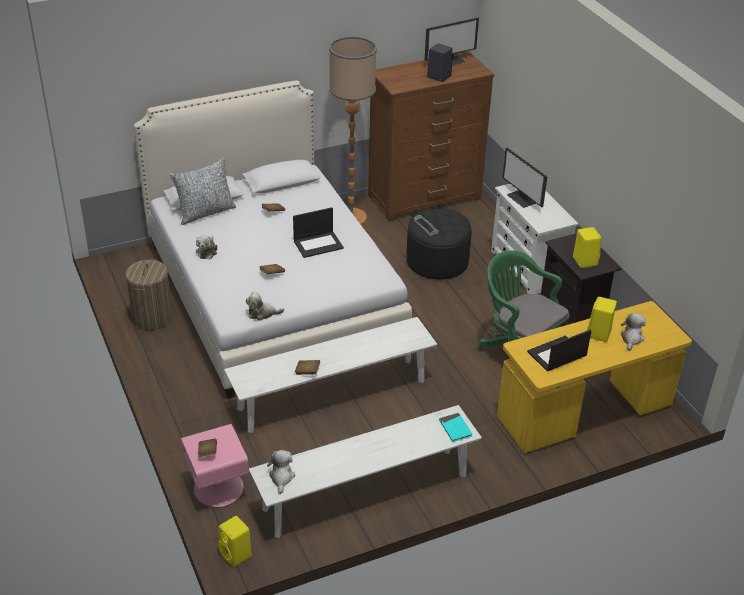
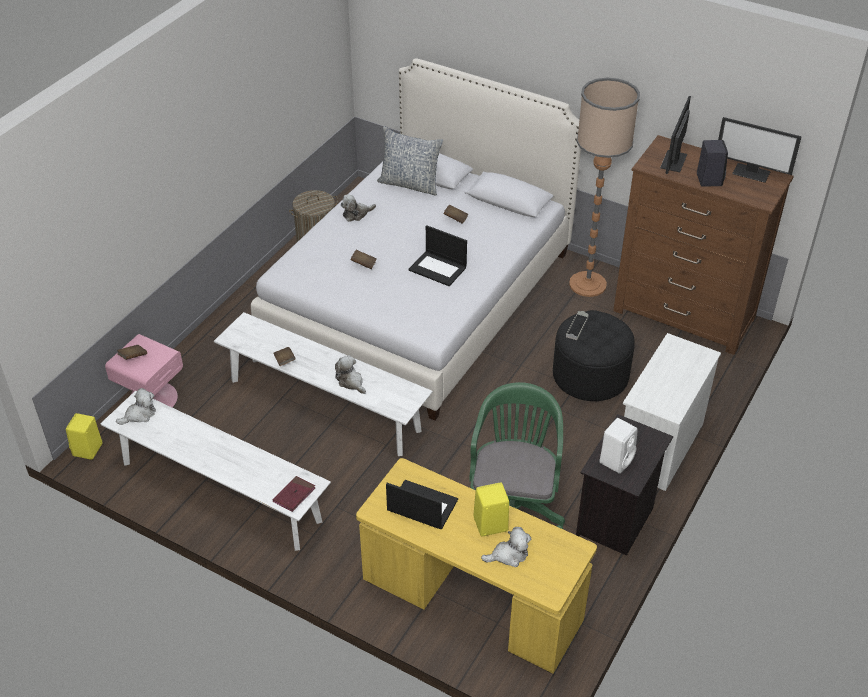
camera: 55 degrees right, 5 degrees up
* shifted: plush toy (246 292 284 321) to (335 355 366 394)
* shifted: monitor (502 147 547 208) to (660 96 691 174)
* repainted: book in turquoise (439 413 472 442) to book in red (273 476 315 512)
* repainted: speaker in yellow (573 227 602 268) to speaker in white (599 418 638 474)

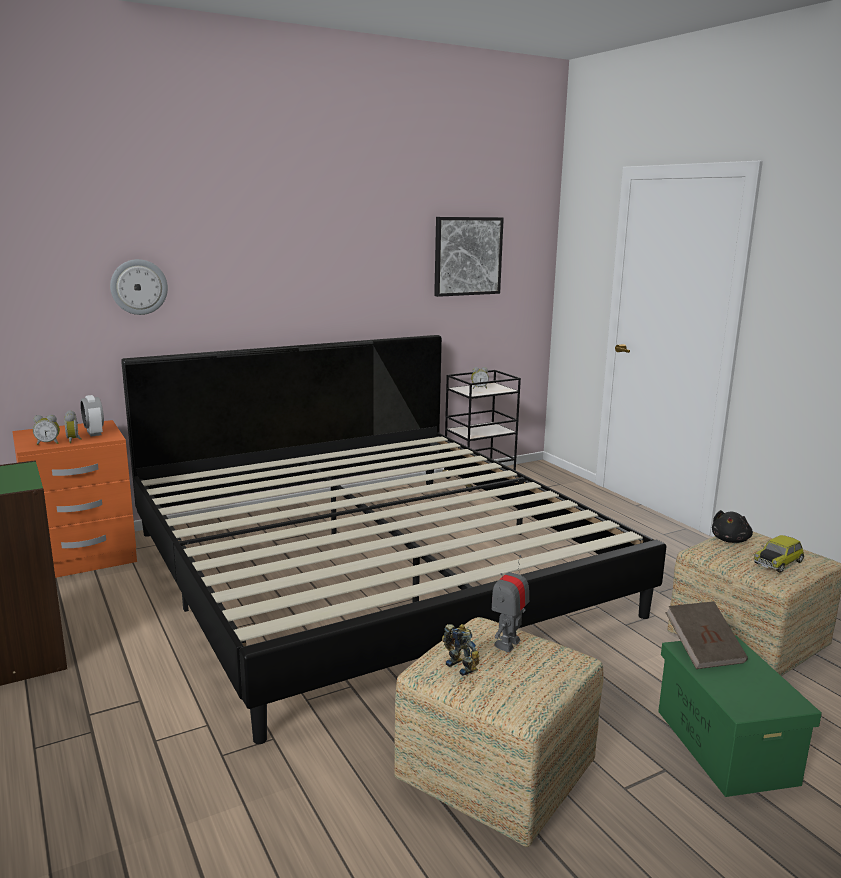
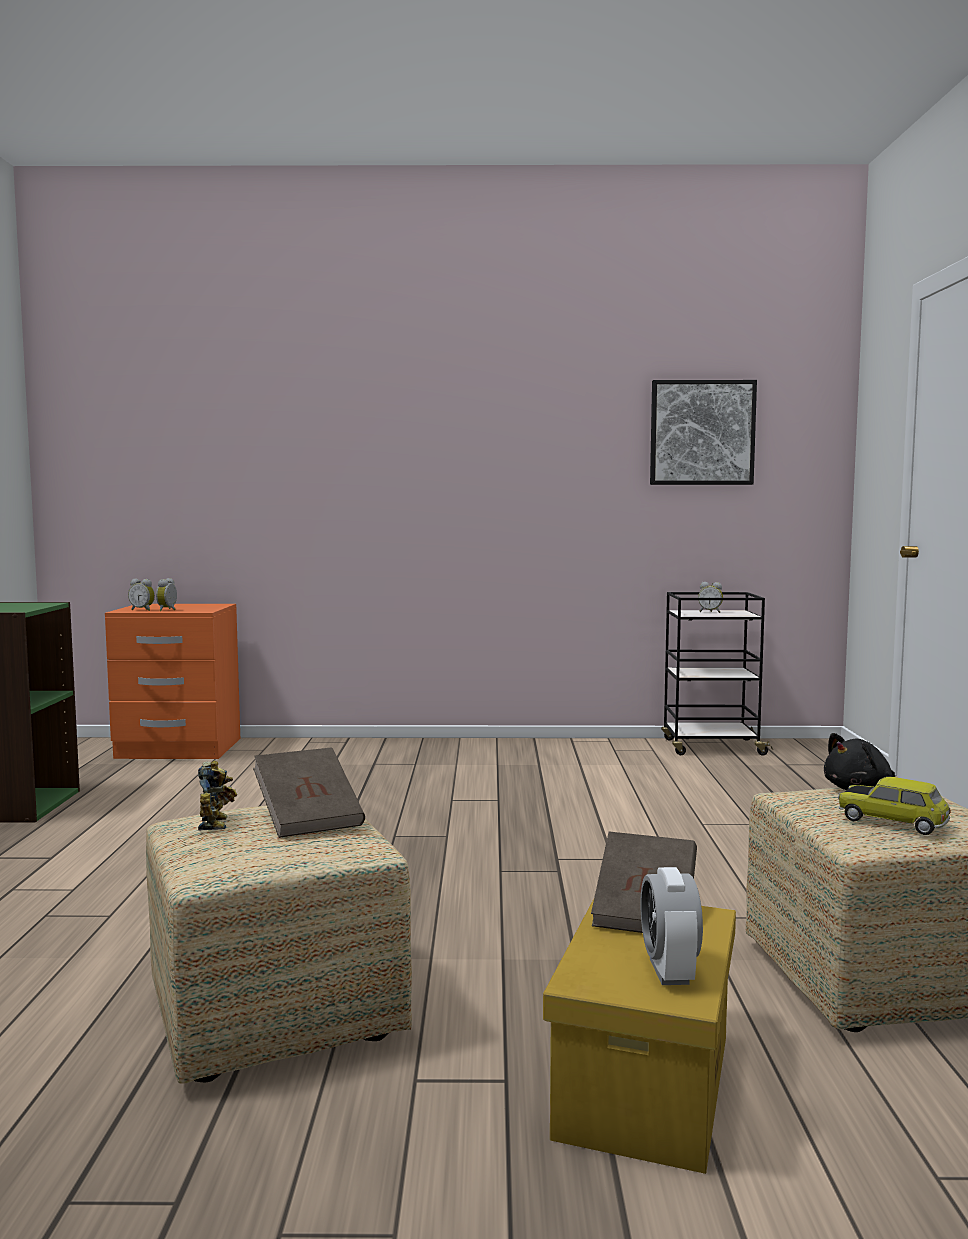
camera: 30 degrees right, 10 degrees down
* gone: wall clock (110 259 168 315)
* gone: bed (121 335 666 744)
* shifted: alarm clock (80 395 104 437) to (641 867 703 985)
* swapped: toy robot (492 555 529 652) to book in brown (253 747 365 838)
* repainted: storage box in green (658 635 822 797) to storage box in yellow (543 899 736 1174)
* rotated: toy car (754 535 804 573) = (838 777 951 835) 45 degrees clockwise

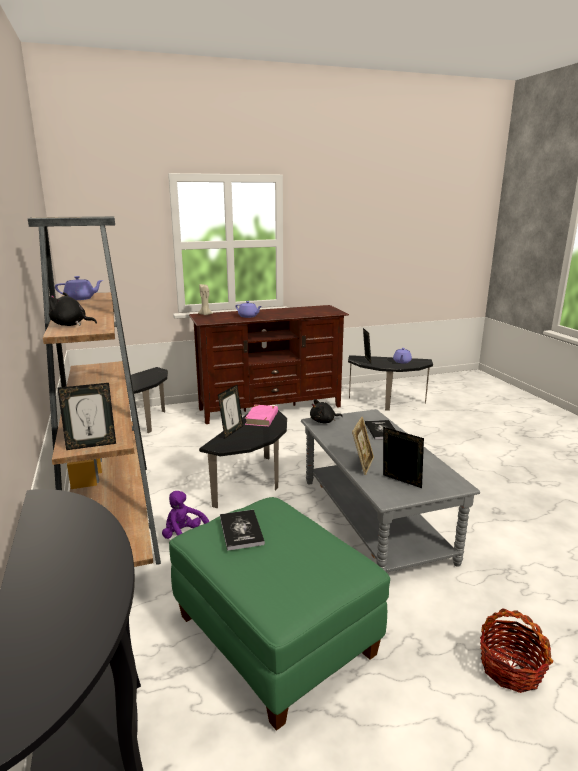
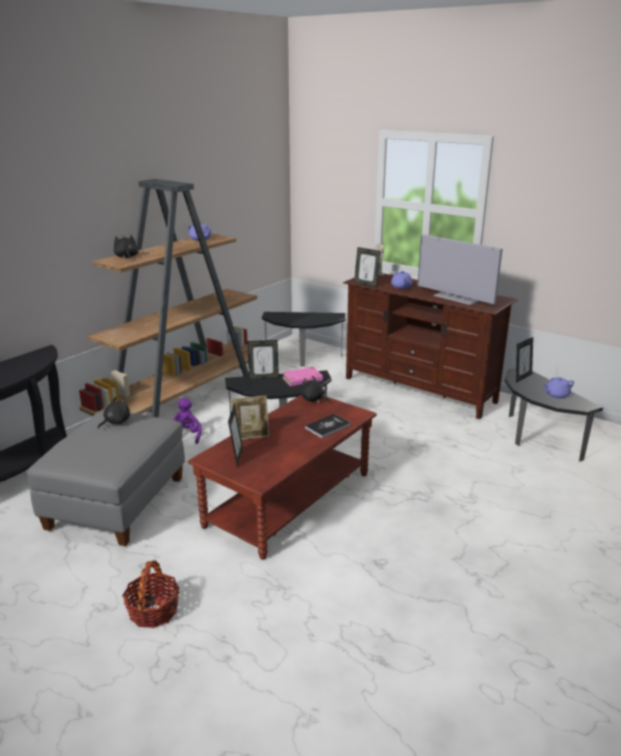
camera: 55 degrees right, 5 degrees up
* new: television (417 234 502 305)
* shifted: picture frame (57 383 116 450) to (354 247 381 288)
* swapped: book (220 510 265 551) to plush toy in black (97 397 130 429)
* repainted: ottoman in green (169 497 390 731) to ottoman in grey (27 410 185 546)
* repainted: coffee table in grey (301 409 480 572) to coffee table in brown (188 395 377 560)

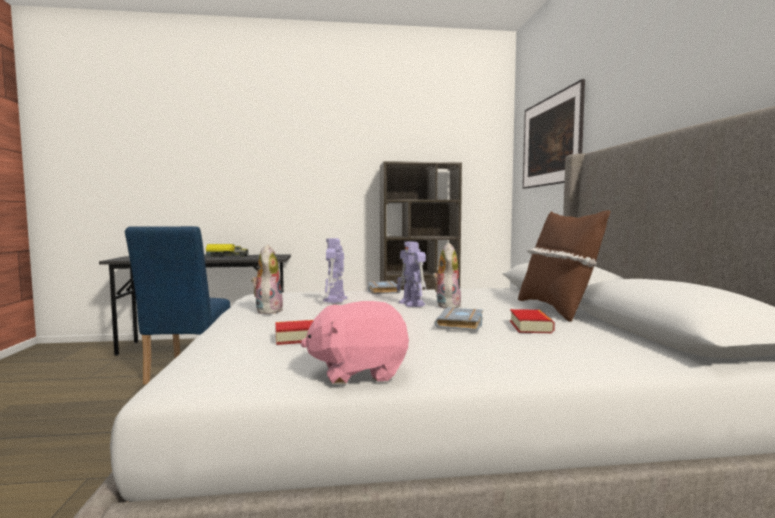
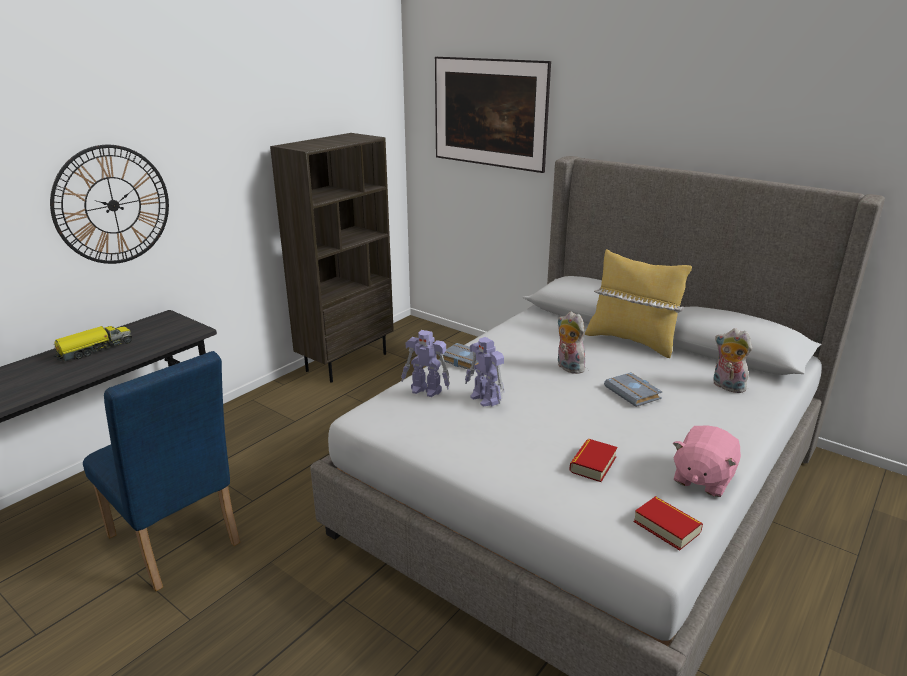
camera: 45 degrees left, 20 degrees up
* new: wall clock (50 145 169 264)
* shifted: plush toy (251 245 283 314) to (713 328 752 393)
* shifted: toy robot (397 241 427 307) to (401 330 450 397)
* shifted: book (510 309 555 333) to (634 496 703 551)
* repainted: pillow in brown (518 210 611 322) to pillow in yellow (585 249 692 358)

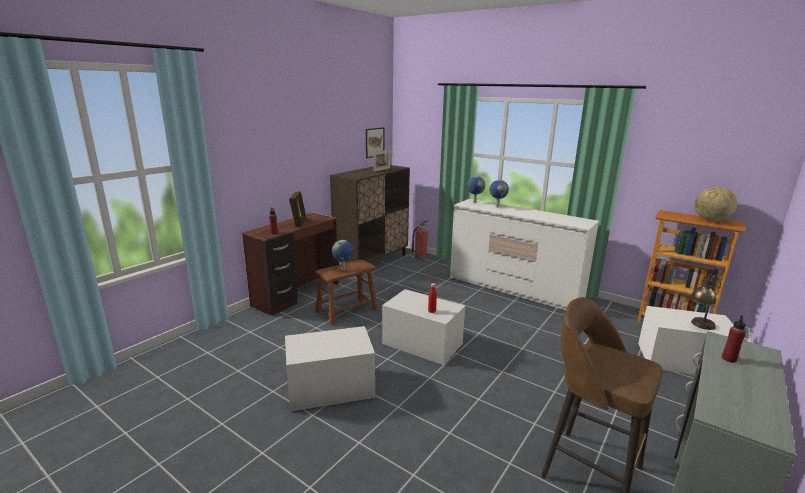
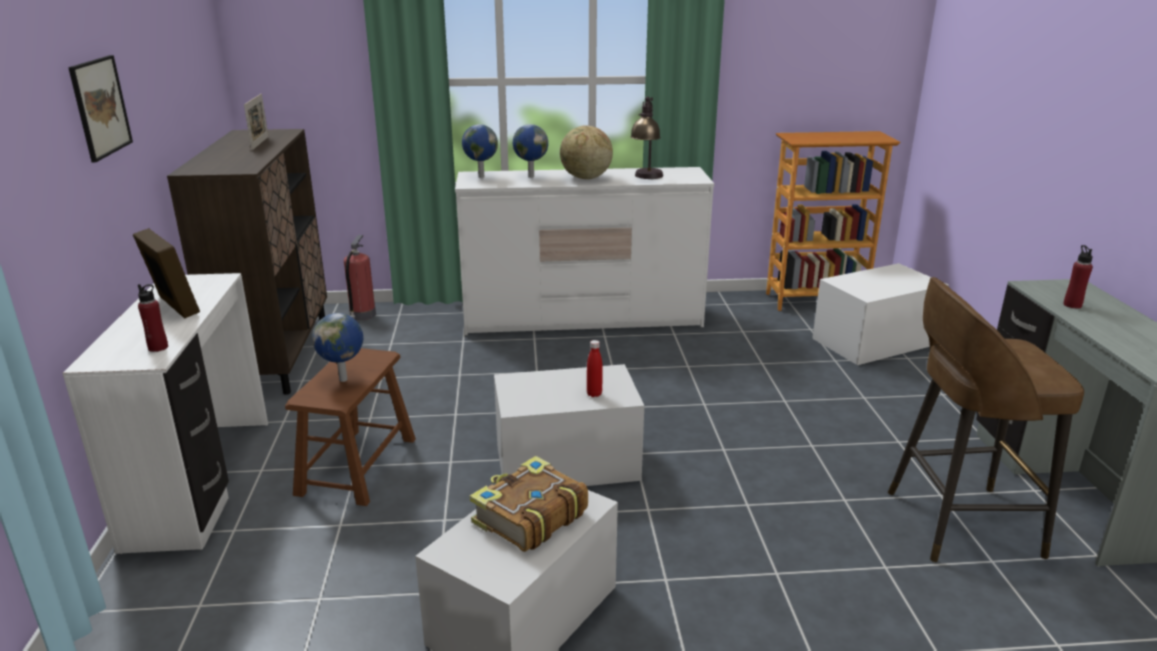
camera: 40 degrees left, 5 degrees up
* new: book (470 456 588 552)
* shifted: picture (366 127 384 158) to (68 55 133 162)
* shifted: table lamp (690 274 717 330) to (630 96 663 179)
* shifted: globe (695 187 737 222) to (560 125 613 179)
* repainted: desk in brown (242 213 339 316) to desk in white (62 273 268 554)

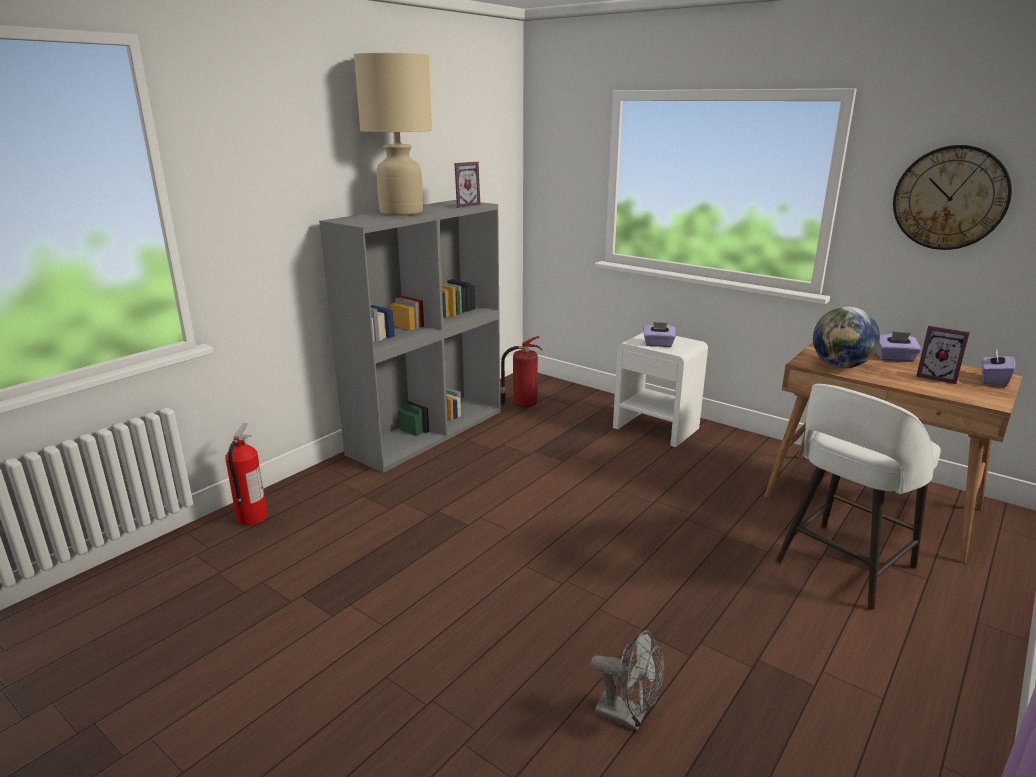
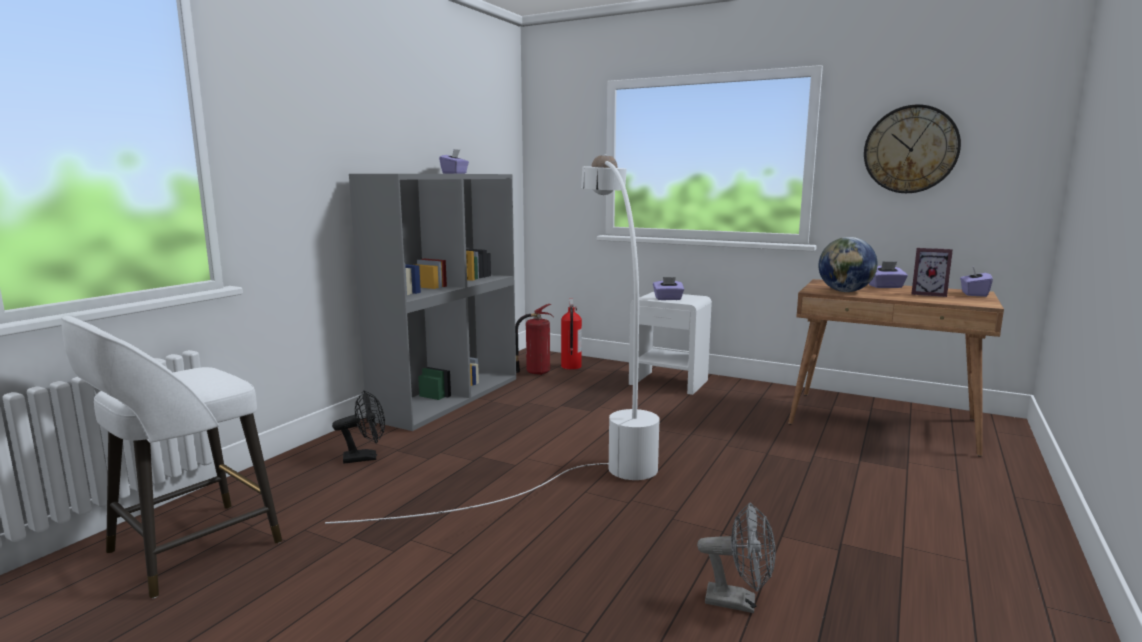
camera: 10 degrees left, 10 degrees down
* gone: table lamp in beige (354 53 432 216)
* gone: picture frame (454 162 480 208)
* new: floor lamp in white (325 154 660 524)
* new: fan in black (332 390 385 464)
* new: tissue box in purple (439 149 469 174)
* shifted: fire extinguisher (225 423 267 525) to (561 299 582 370)
* shifted: stool in white (775 384 941 610) to (61 316 282 598)

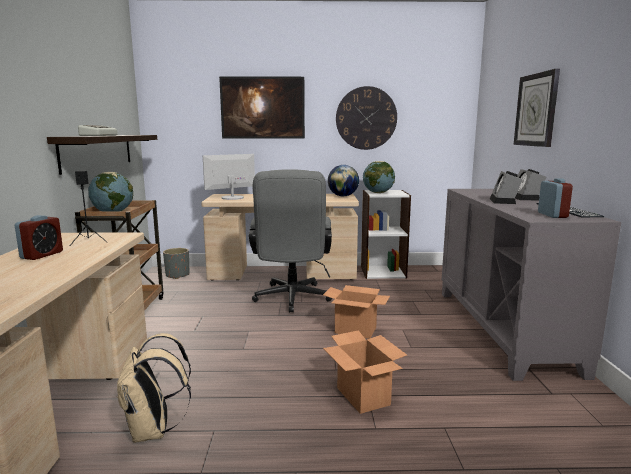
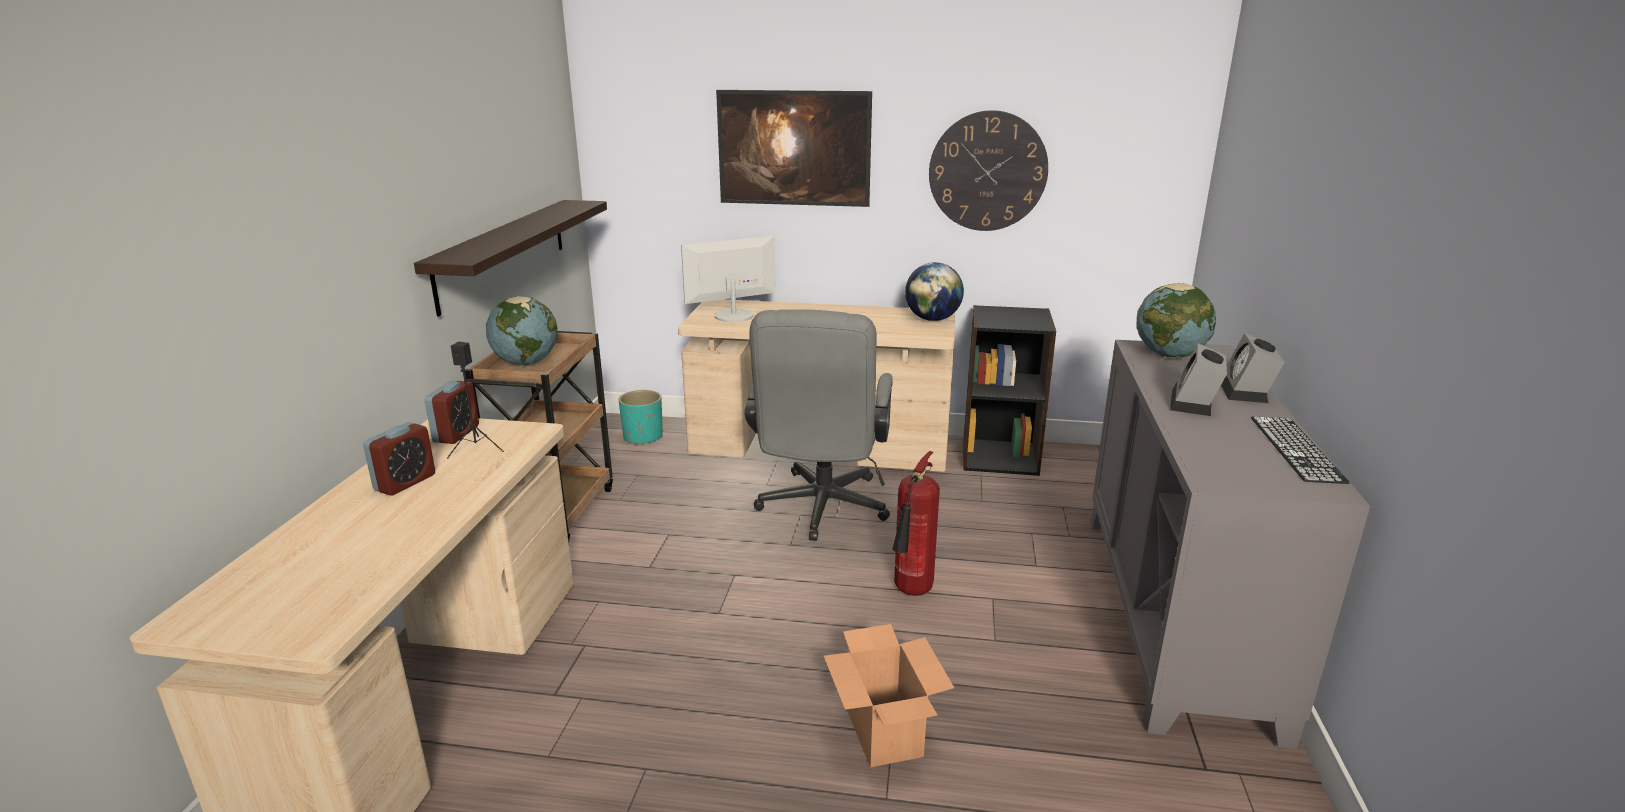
camera: 10 degrees right, 10 degrees up
* gone: keyboard (78 125 118 136)
* gone: backpack in beige (117 333 191 443)
* gone: wall clock (514 69 560 147)
* shifted: globe (363 161 395 193) to (1136 283 1216 358)
* shifted: alarm clock (538 178 573 218) to (425 380 479 444)
* swapped: cardboard box (323 285 390 339) to fire extinguisher (892 451 940 596)
* repainted: planter in grey (163 248 189 279) to planter in turquoise (619 390 663 446)
* repainted: bookcase in white (361 190 411 279) to bookcase in black (963 305 1056 476)

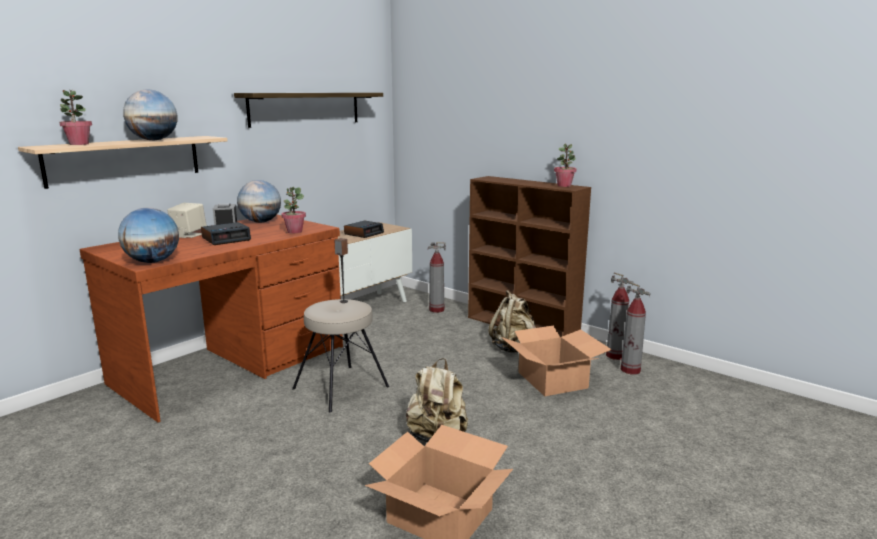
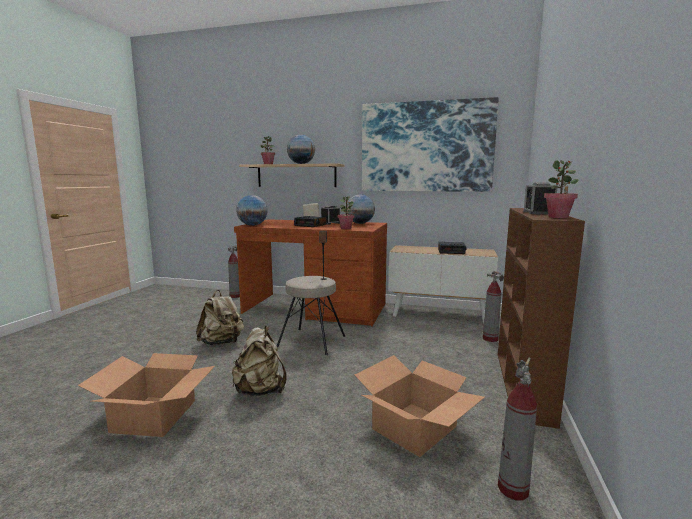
camera: 65 degrees right, 5 degrees down
* new: alarm clock (523 182 557 215)
* shifted: backpack in beige (489 290 536 352) to (196 290 244 345)
* shifted: fire extinguisher (606 272 634 360) to (228 246 240 298)
* swapped: shelf (234 93 383 128) to picture (362 97 499 192)

